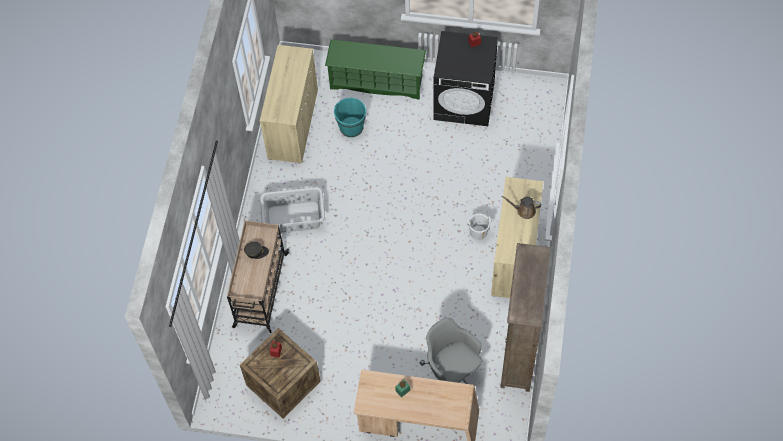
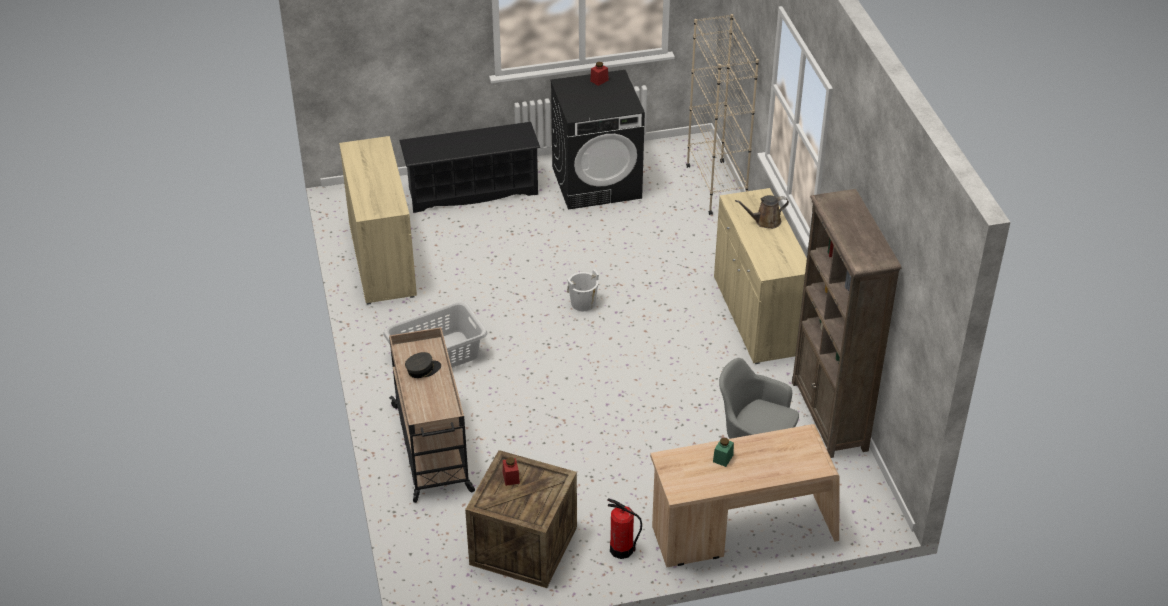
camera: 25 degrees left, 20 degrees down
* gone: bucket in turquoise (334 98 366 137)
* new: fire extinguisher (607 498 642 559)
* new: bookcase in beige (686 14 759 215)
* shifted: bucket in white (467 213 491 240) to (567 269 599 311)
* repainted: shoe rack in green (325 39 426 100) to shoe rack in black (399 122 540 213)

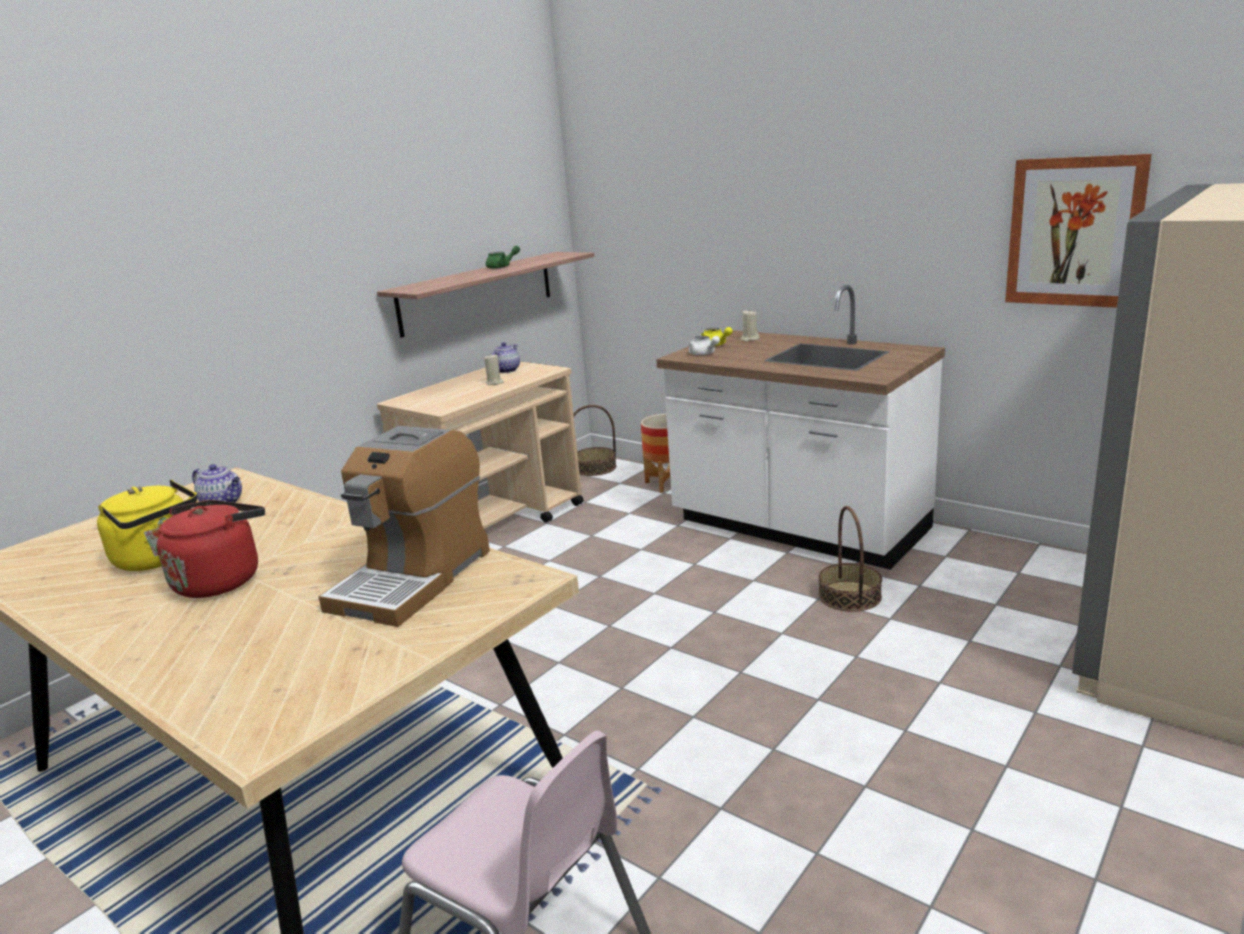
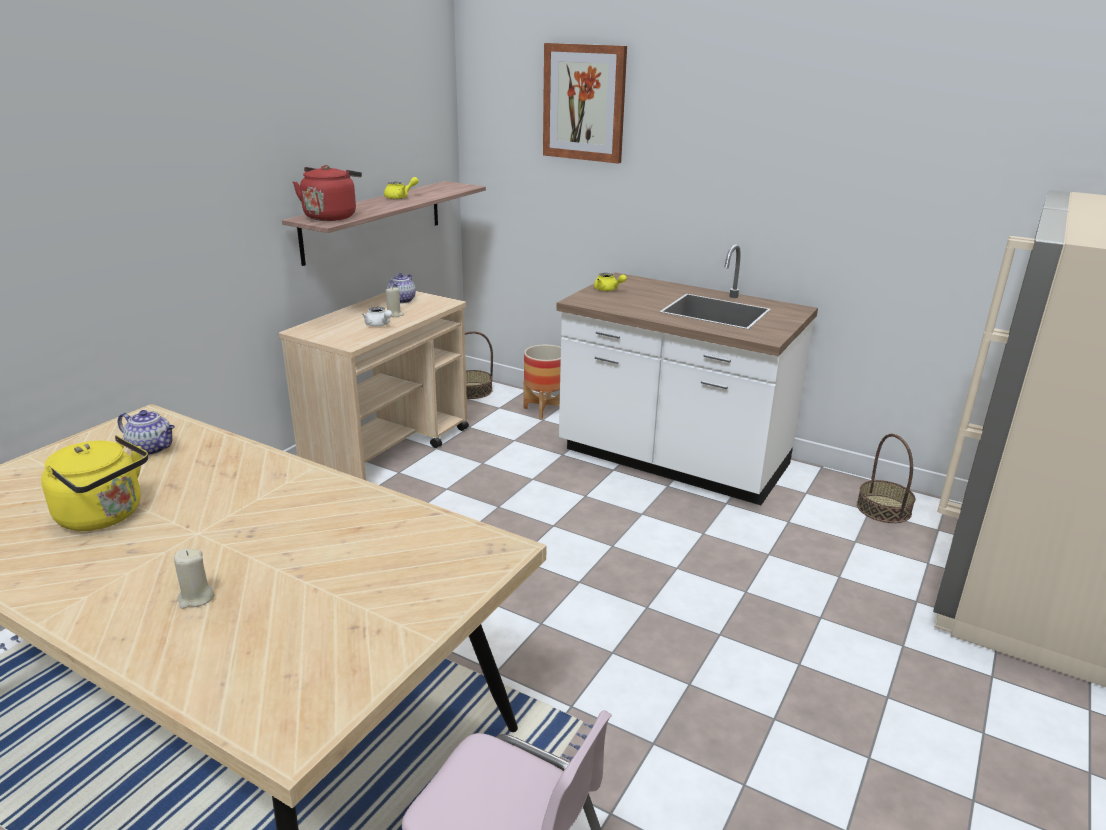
camera: 10 degrees left, 5 degrees up
* gone: coffee machine (319 426 490 627)
* shifted: kettle in red (157 500 265 598) to (293 165 362 221)
* shifted: teapot in white (688 336 720 355) to (362 307 392 327)
* shifted: candle in beige (741 309 760 342) to (174 549 215 609)
* shifted: basket (818 506 882 612) to (857 434 915 523)
* shifted: picture (1005 154 1152 308) to (543 43 627 164)
* repainted: teapot in green (486 245 520 269) to teapot in yellow (384 177 419 199)

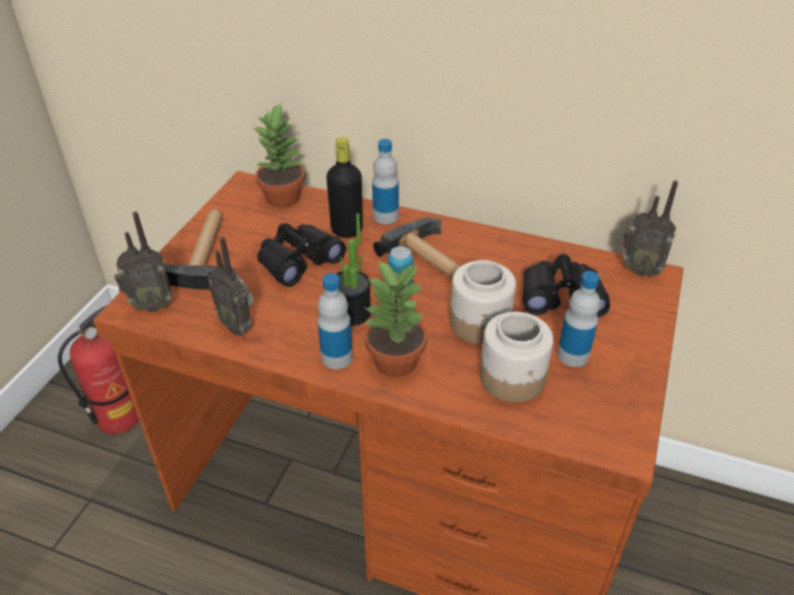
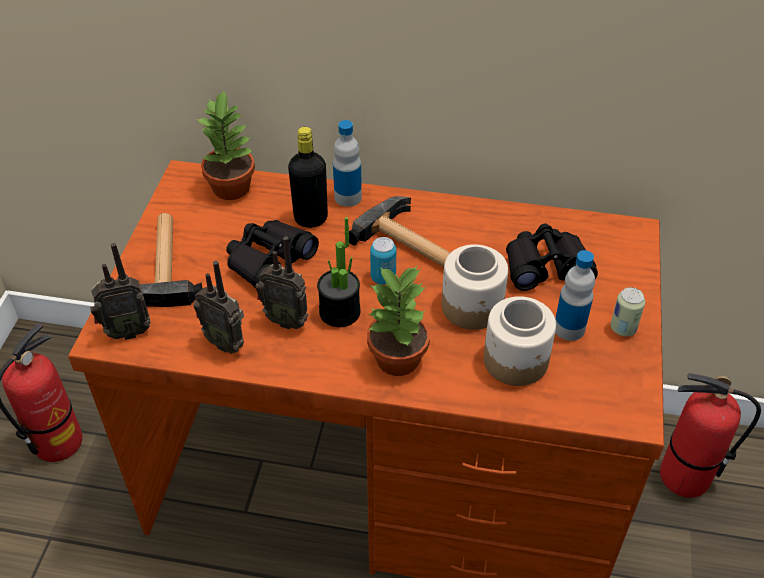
camera: 10 degrees left, 5 degrees up
* gone: bottle (318 273 353 369)
* new: can (610 287 645 337)
* new: fire extinguisher (660 373 761 498)
* shifted: radio (621 180 678 277) to (255 236 309 329)

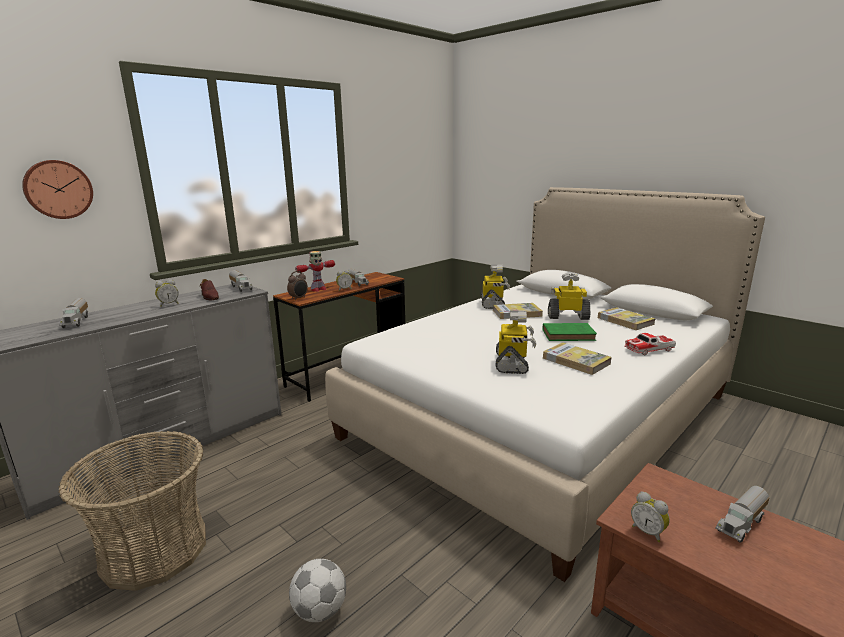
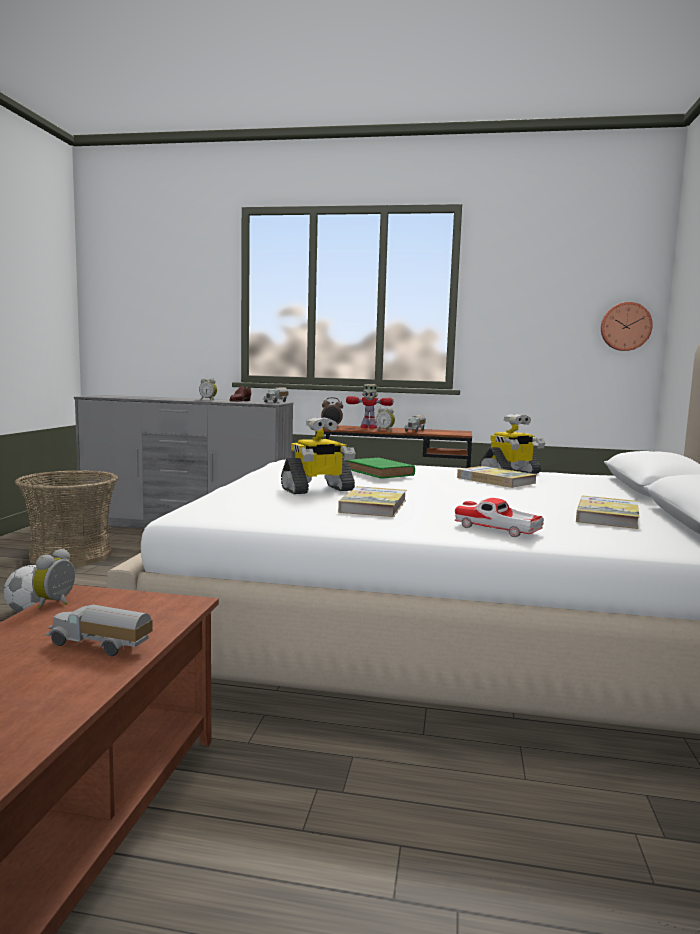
camera: 55 degrees right, 10 degrees down
* gone: toy truck (59 298 88 328)
* gone: toy robot (548 272 591 320)
* shifted: wall clock (22 160 93 219) to (601 302 653 351)
* shifted: book in green (542 323 597 341) to (348 458 415 479)

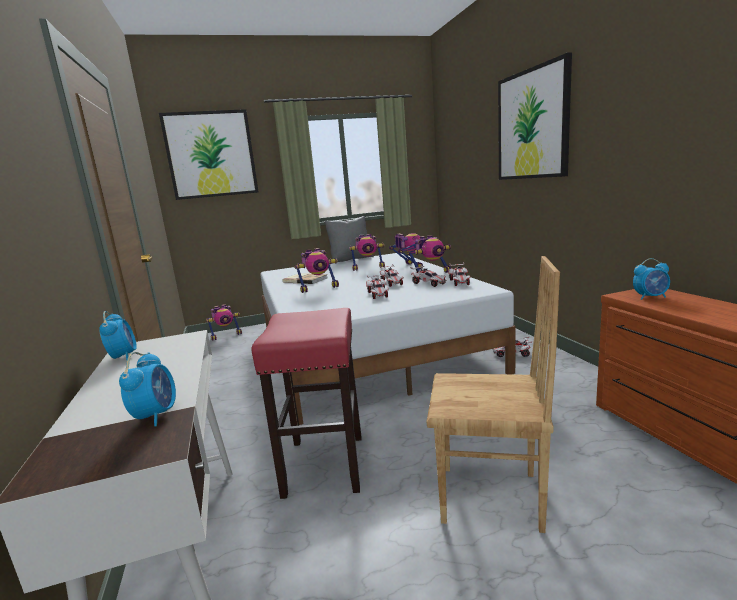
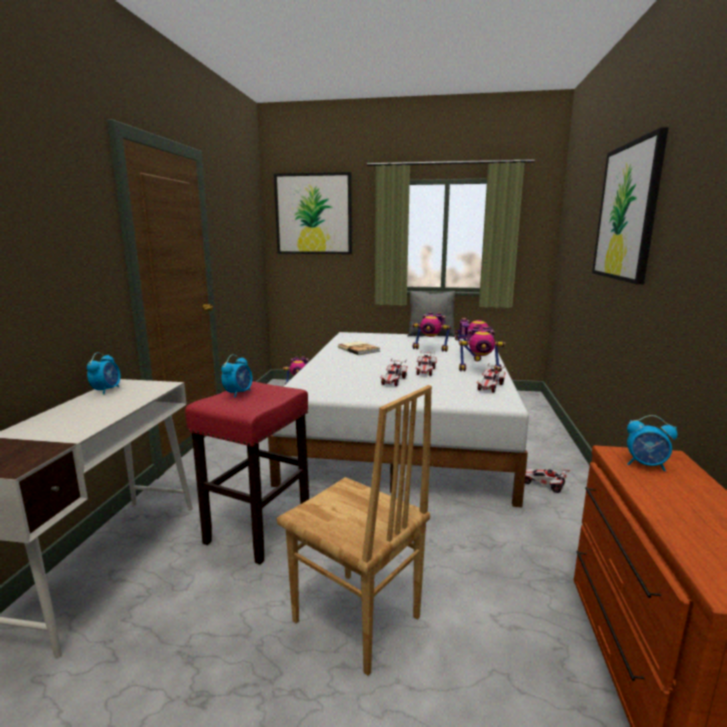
camera: 25 degrees right, 0 degrees up
* gone: toy robot (294 248 339 293)
* gone: toy car (410 265 446 287)
* shifted: alarm clock (119 352 176 427) to (221 355 252 398)

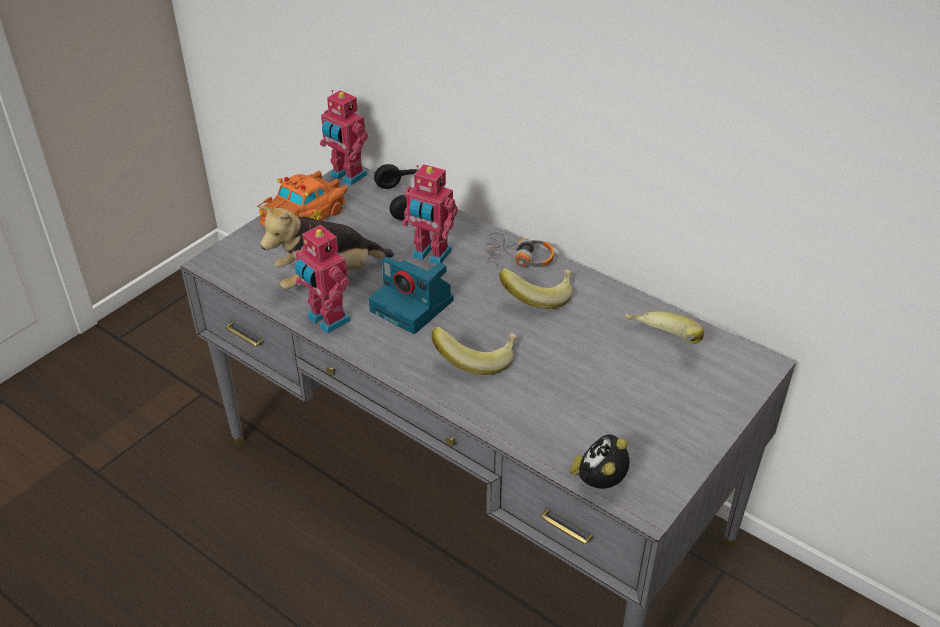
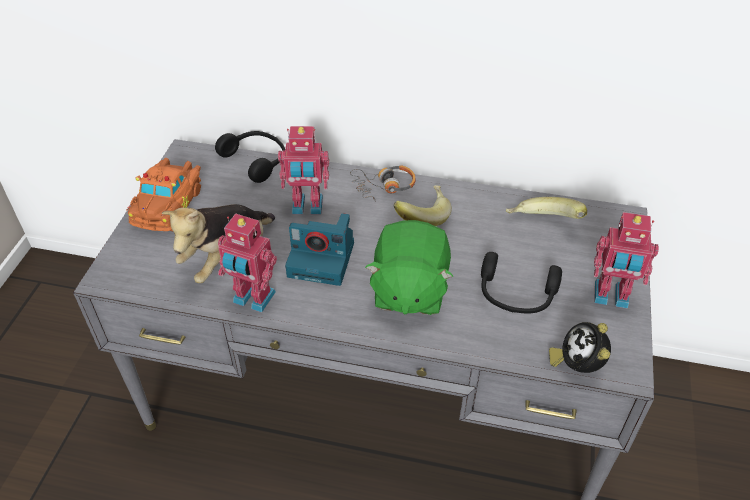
camera: 25 degrees left, 5 degrees up
* new: headphones in black (481 252 562 313)
* shifted: toy robot (320 90 368 186) to (594 212 659 309)
* swapped: banana (432 327 518 375) to plush toy in green (365 220 453 315)

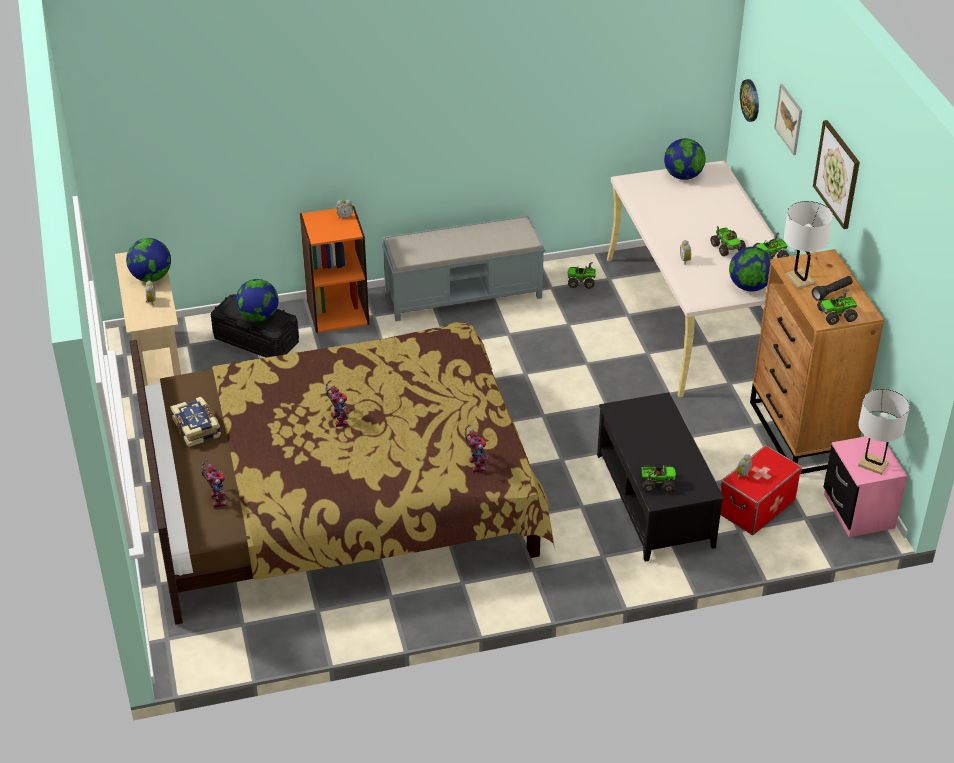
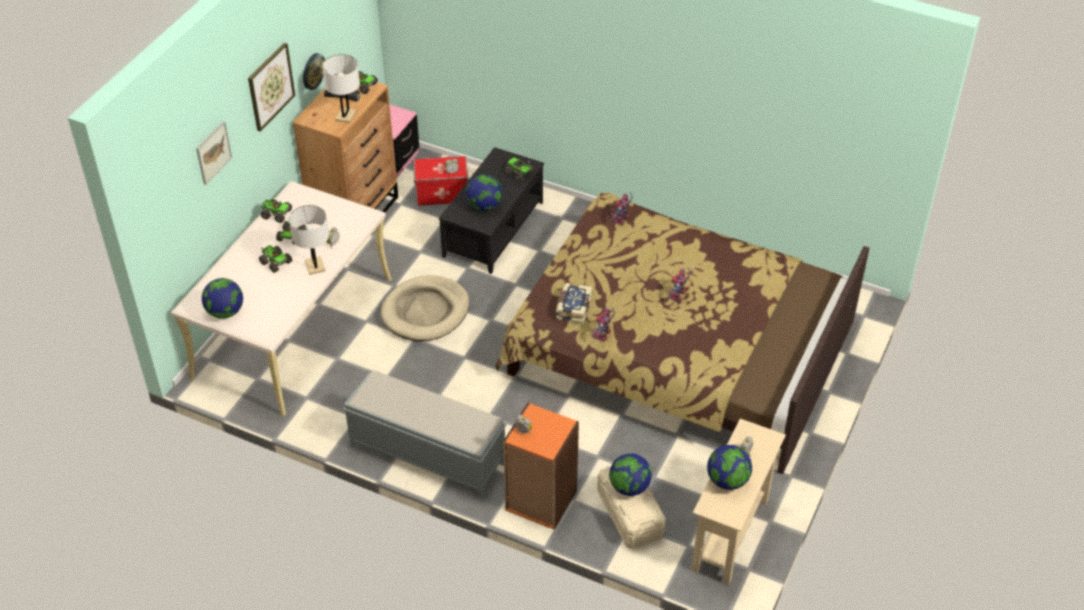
camera: 140 degrees left, 5 degrees up
* new: dog bed in beige (381 275 469 341)
* shifted: book (170 397 221 447) to (556 283 592 324)
* shifted: toy robot (201 459 227 508) to (592 307 615 342)
* shifted: toy truck (568 262 596 289) to (259 245 292 273)
* shifted: globe (729 247 772 292) to (466 174 502 211)
* shifted: wall clock (740 79 759 122) to (303 53 325 90)
* shifted: table lamp in white (858 389 910 475) to (289 205 329 275)
* repainted: storage box in black (211 294 299 358) to storage box in beige (597 466 666 549)

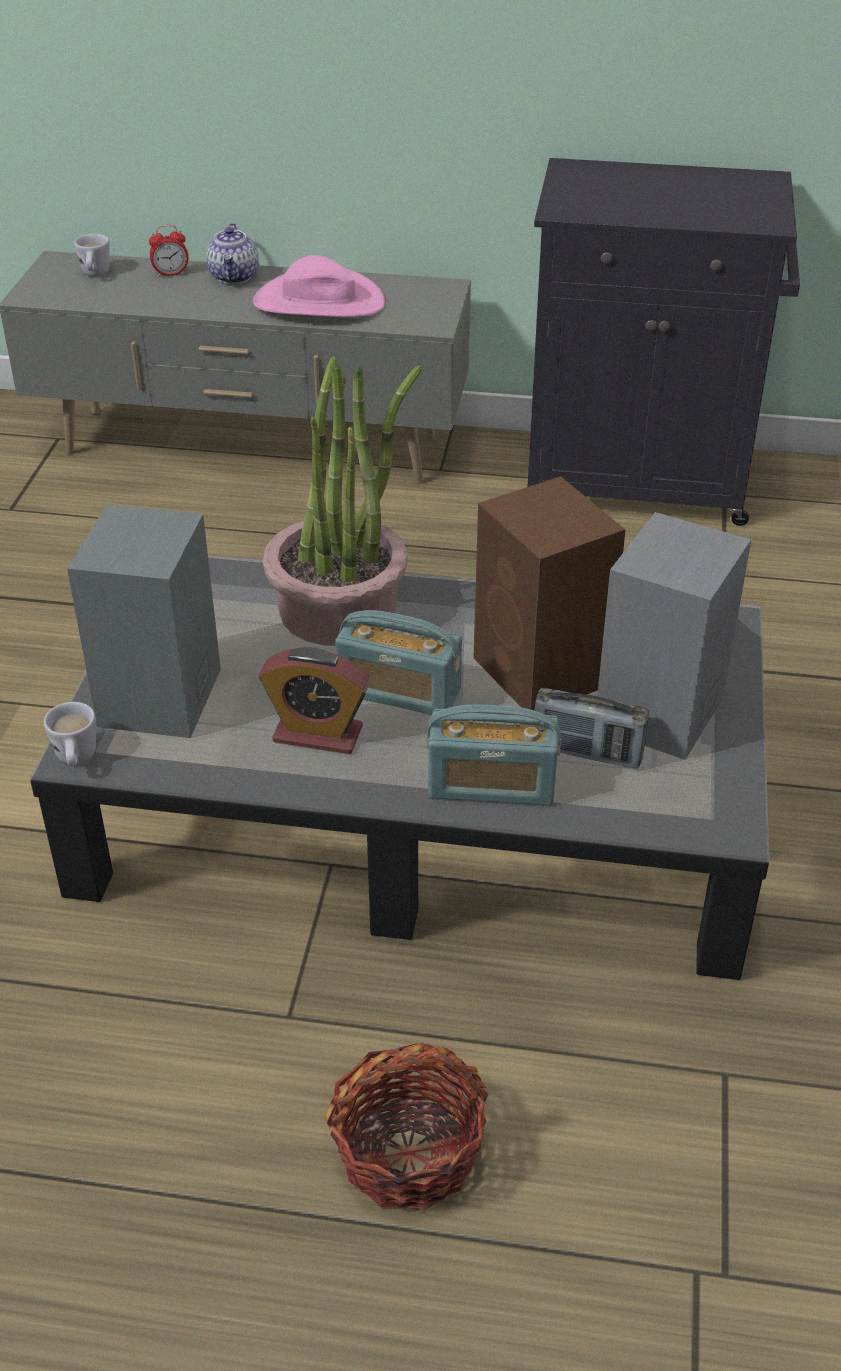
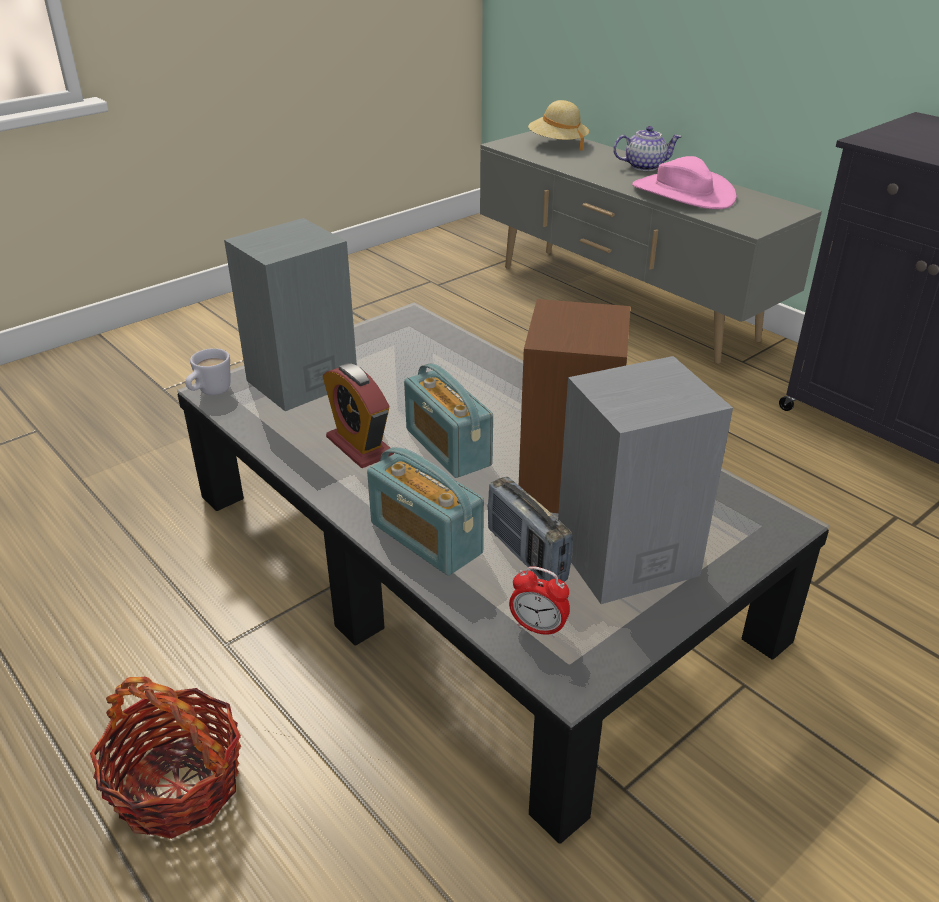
camera: 40 degrees right, 5 degrees down
* gone: potted plant (263 356 422 646)
* shifted: alarm clock (149 225 189 277) to (509 566 570 638)
* swapped: mug in white (74 234 109 276) to hat in beige (528 100 589 151)
* rotated: teapot (206 223 259 284) = (613 126 682 171) 135 degrees counterclockwise

